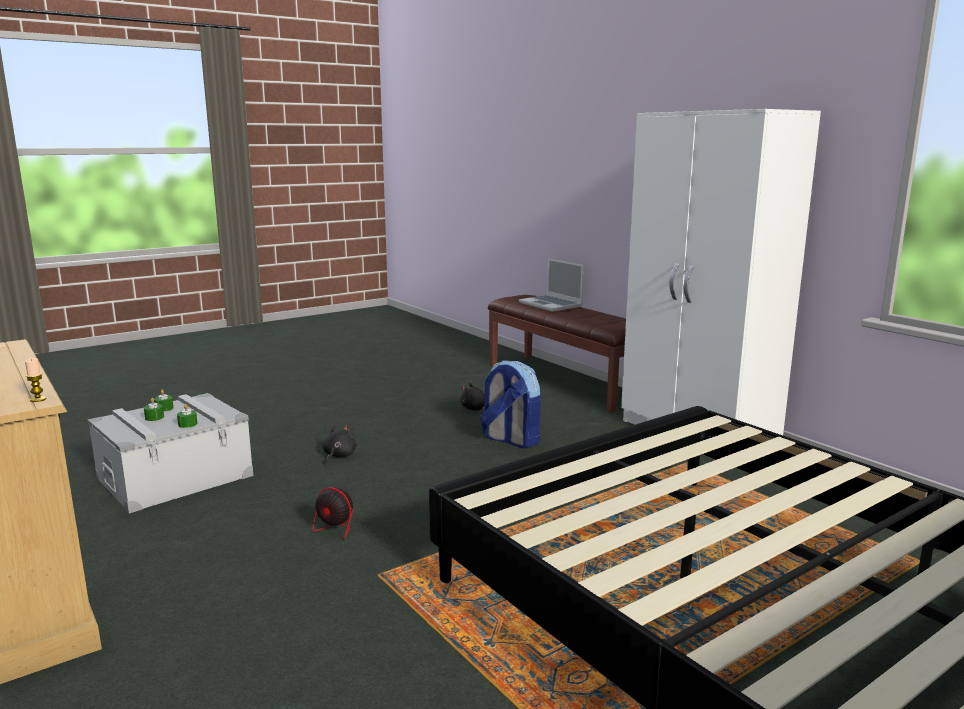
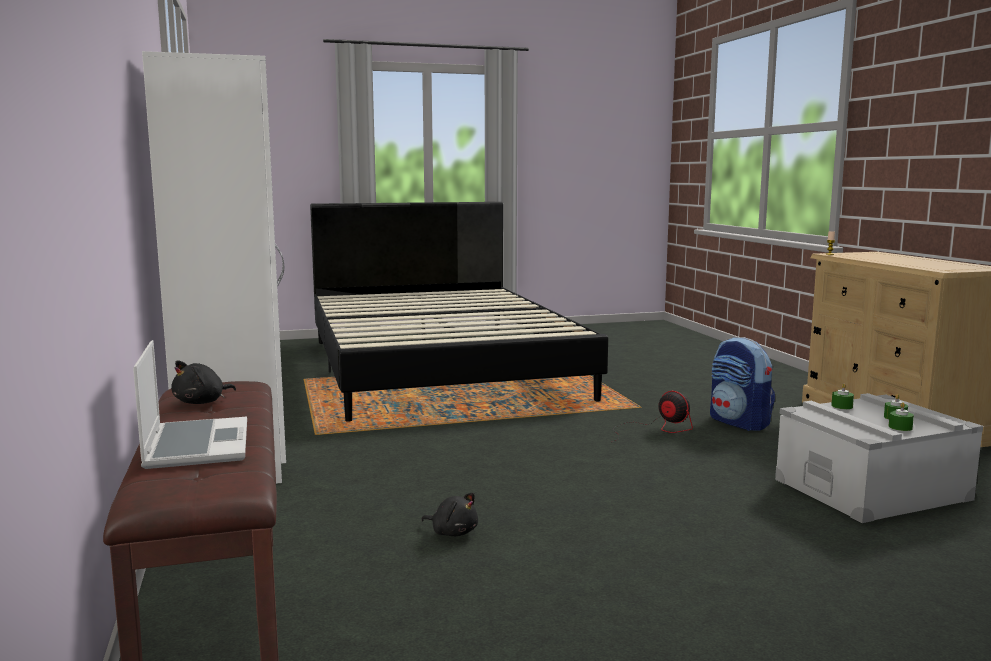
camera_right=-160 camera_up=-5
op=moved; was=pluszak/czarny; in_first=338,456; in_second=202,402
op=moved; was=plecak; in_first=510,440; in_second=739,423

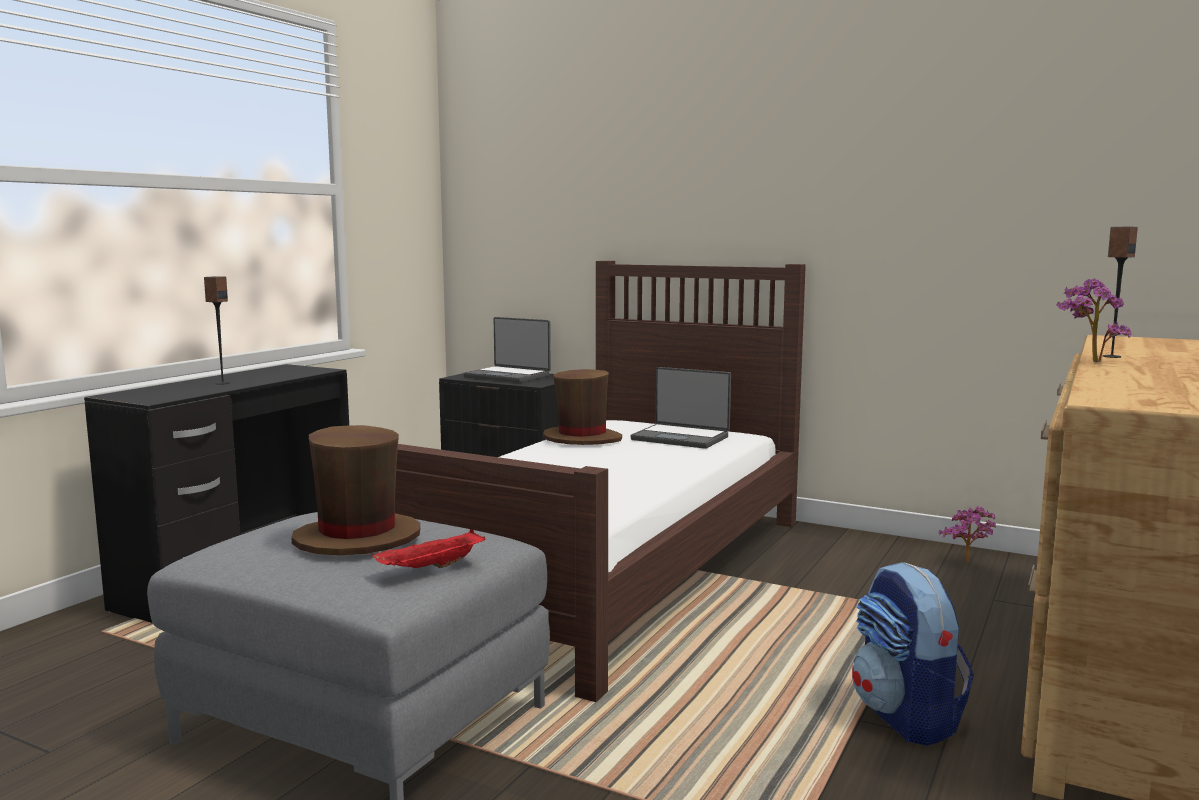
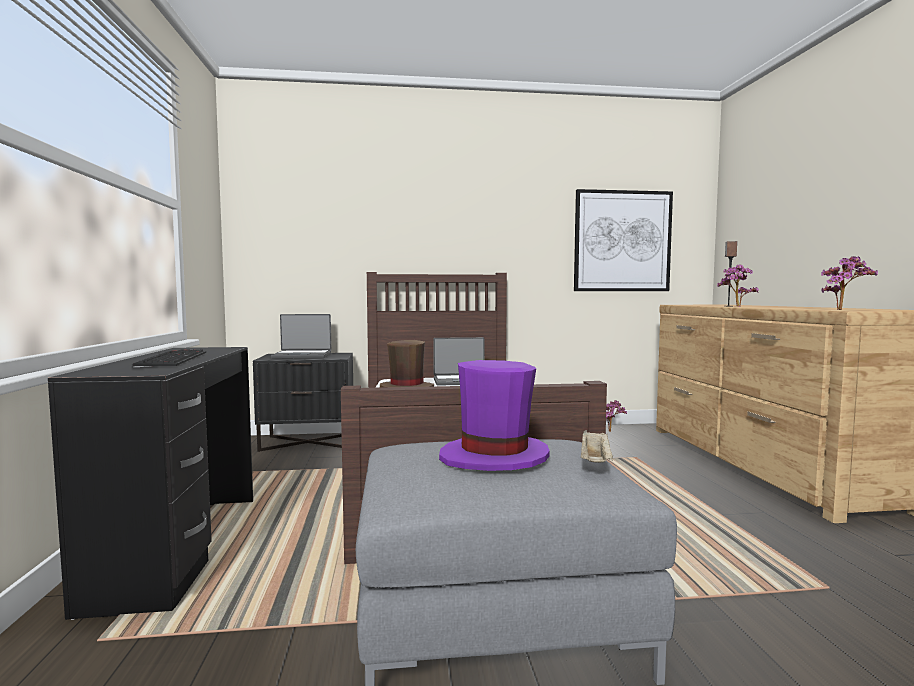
camera_right=-35 camera_up=-5
op=removed; was=plecak; in_first=906,718
op=added; now=obraz; in_second=622,241
op=added; now=roślina doniczkowa; in_second=843,310
op=replaced; was=głośnik; now=klawiatura; in_first=222,383; in_second=172,359
op=recoloured; was=kapelusz/brązowy; now=kapelusz/fioletowy; in_first=356,539; in_second=494,457
op=recoloured; was=taca/czerwony; now=taca/beżowy; in_first=431,568; in_second=595,462

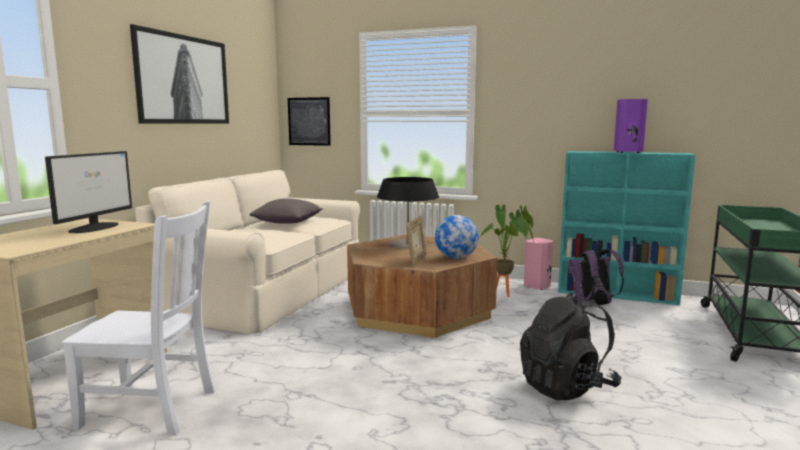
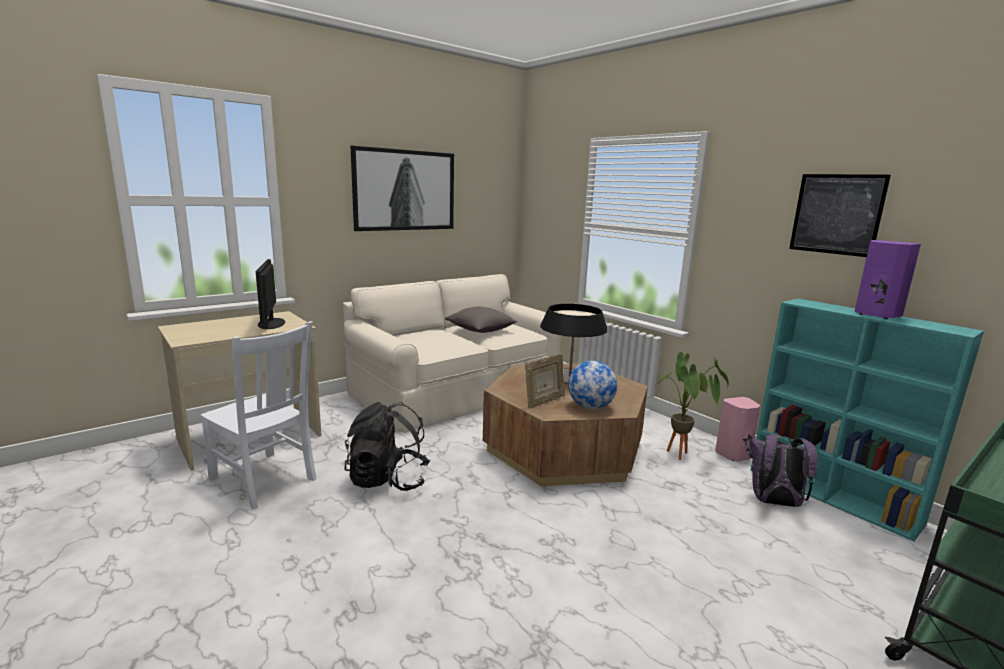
camera_right=30 camera_up=5
op=moved; was=obraz; in_first=309,121; in_second=836,214
op=moved; was=plecak/czarny; in_first=566,387; in_second=388,480
op=turned; was=monitor; in_first=95,227; in_second=271,323; clockwise=120

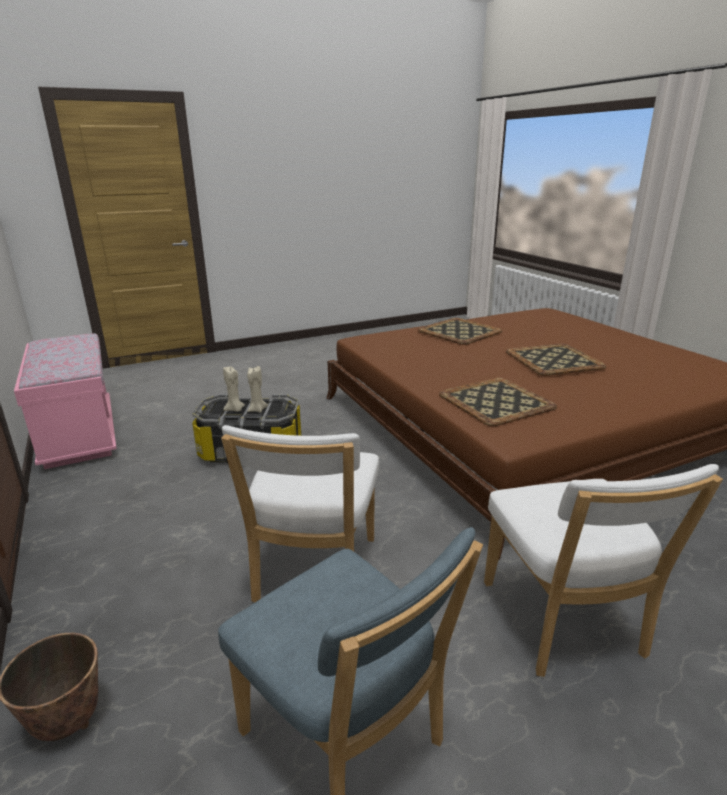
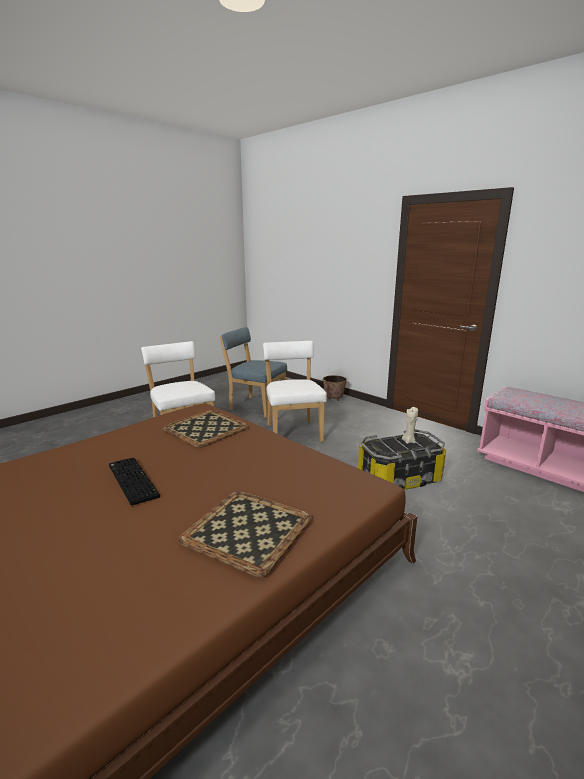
camera_right=160 camera_up=-5
op=removed; was=świeca/beżowy; in_first=257,410
op=replaced; was=taca; now=klawiatura; in_first=554,360; in_second=131,481

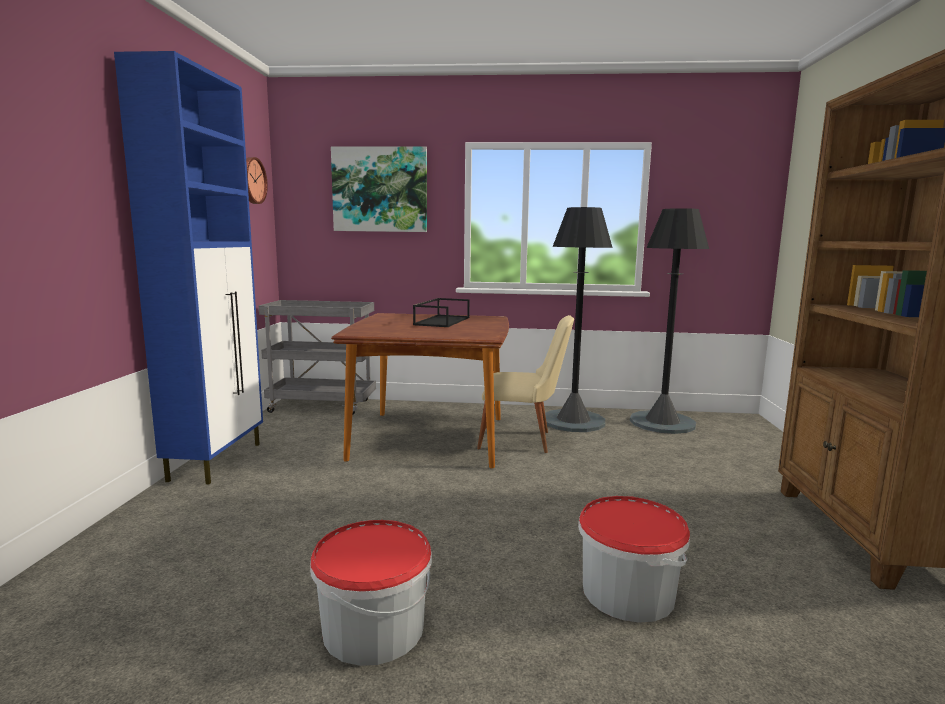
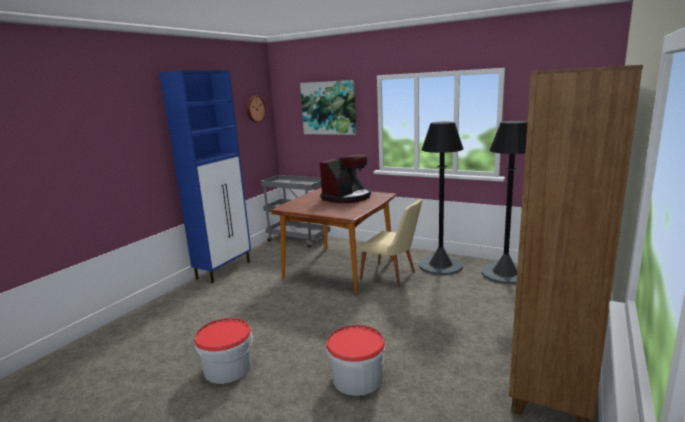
camera_right=25 camera_up=5
op=replaced; was=taca/czarny; now=ekspres do kawy; in_first=442,321; in_second=347,197

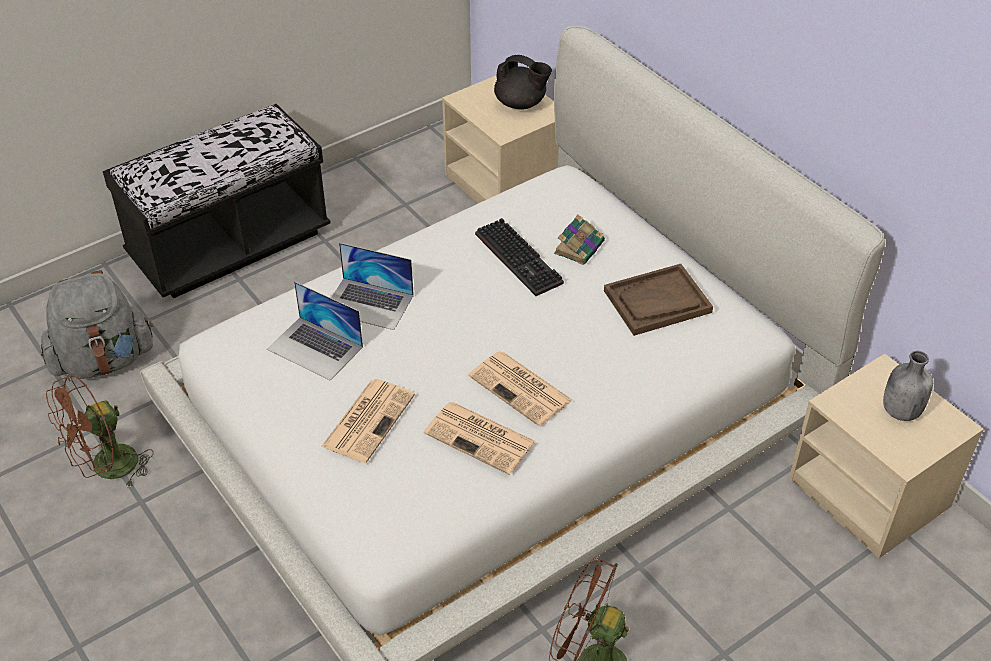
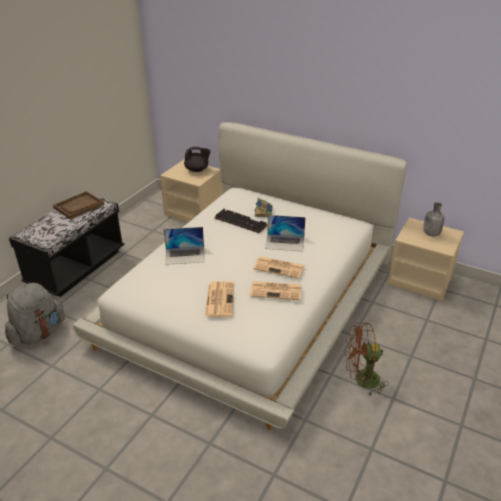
camera_right=-25 camera_up=-10
op=removed; was=wentylator/brązowy; in_first=107,469
op=moved; was=laptop; in_first=315,348; in_second=285,242
op=moved; was=taca/brązowy; in_first=657,302; in_second=79,206

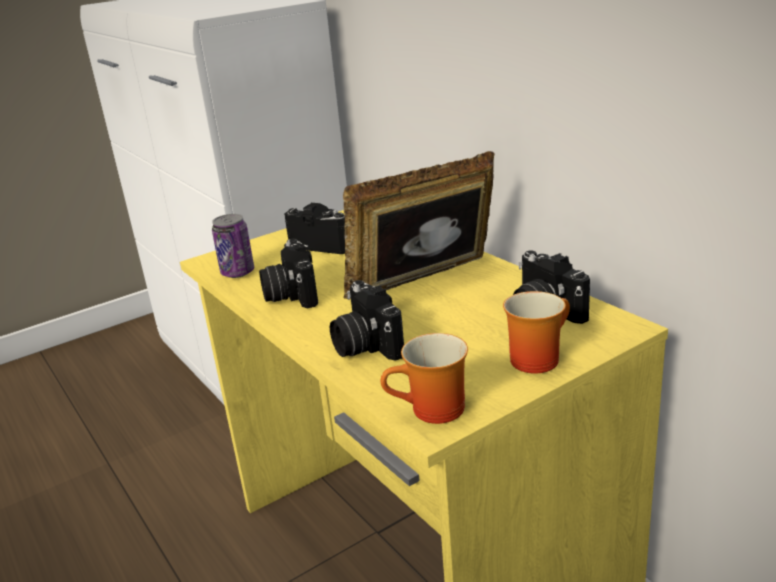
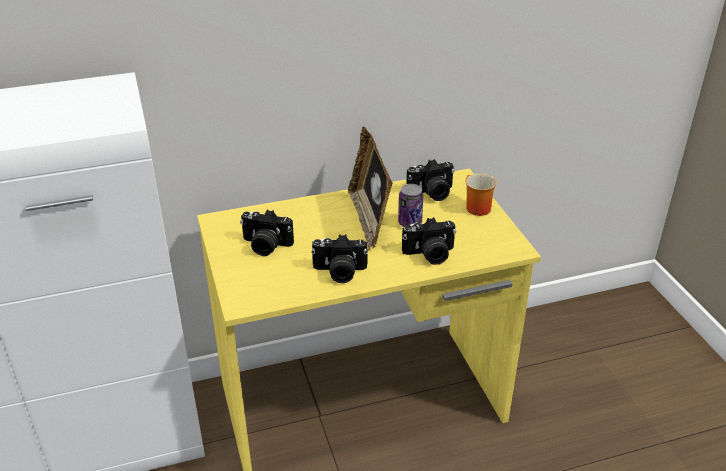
camera_right=-75 camera_up=10
op=removed; was=kubek; in_first=433,412
op=moved; was=puszka; in_first=237,272; in_second=410,223
op=turned; was=aparat fotograficzny; in_first=325,244; in_second=265,246; clockwise=-120

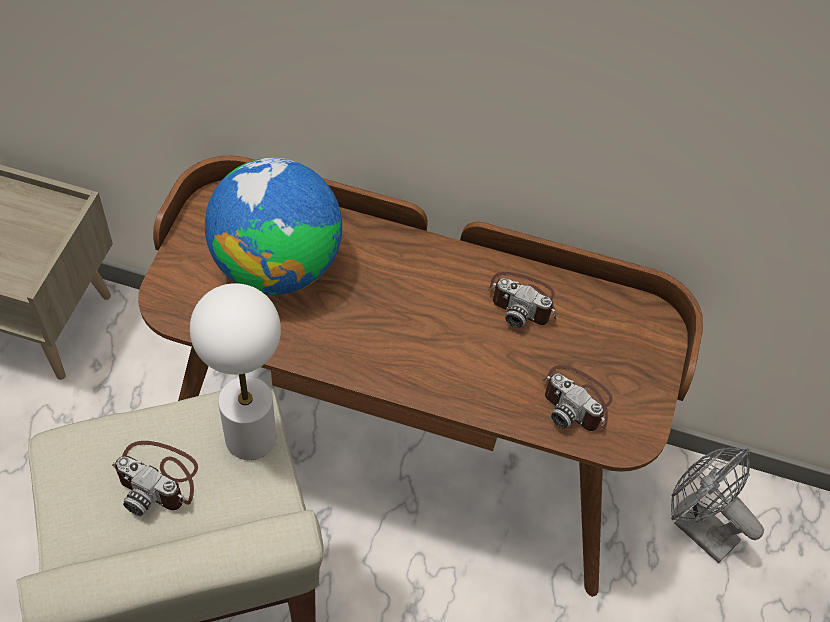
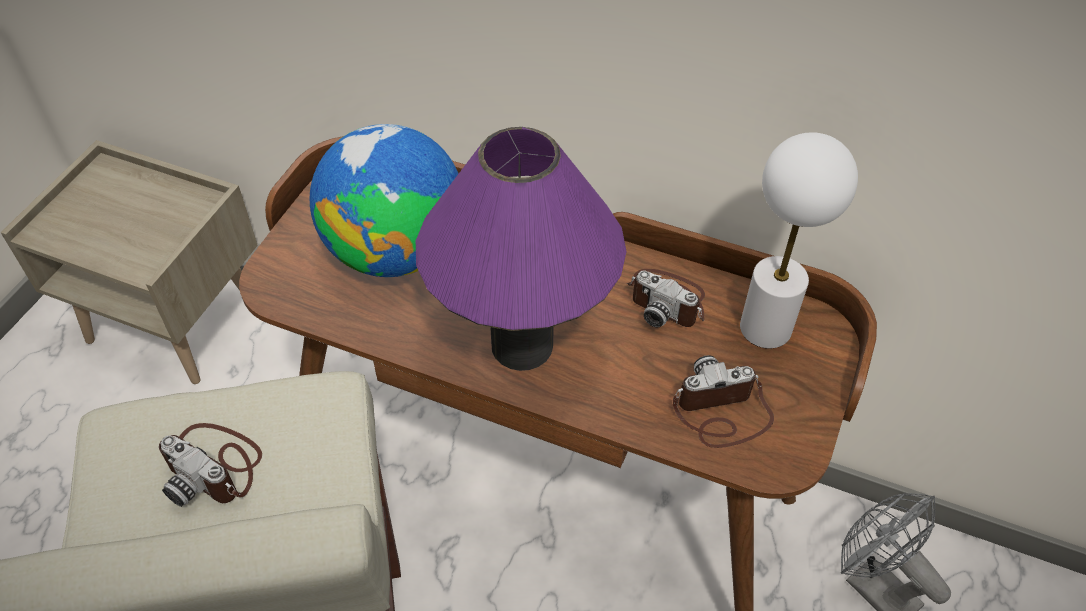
camera_right=10 camera_up=-5
op=added; now=lampa stołowa/fioletowy; in_second=522,345
op=moved; was=lampa stołowa/biały; in_first=251,437; in_second=766,328
op=turned; was=aparat fotograficzny; in_first=577,401; in_second=721,413; clockwise=120

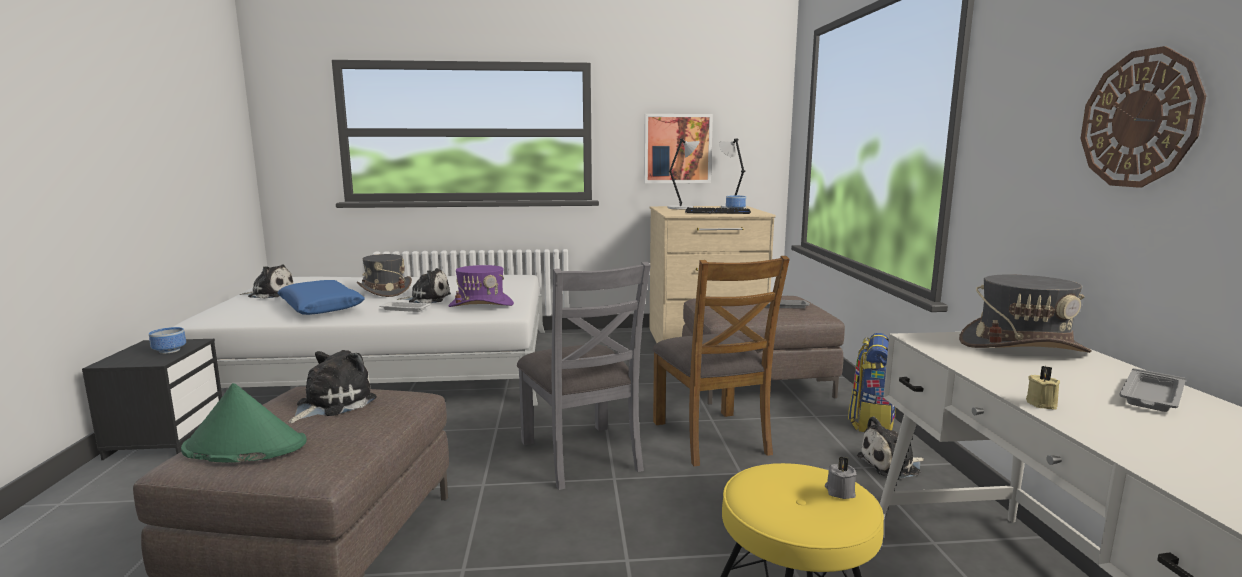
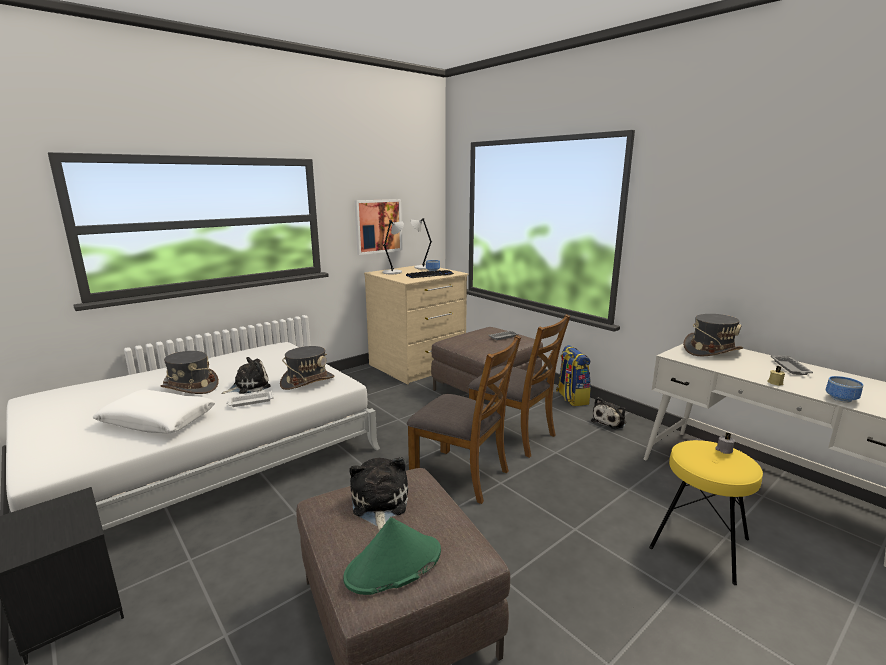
camera_right=-35 camera_up=5
op=removed; was=pluszak; in_first=270,294
op=removed; was=zegar ścienny; in_first=1139,119
op=moved; was=miska; in_first=168,351; in_second=842,399
op=recoloured; was=poduszka/niebieski; now=poduszka/biały; in_first=321,307; in_second=158,420
op=recoloured; was=kapelusz/fioletowy; now=kapelusz/szary; in_first=481,305; in_second=307,381
op=recoloured; was=krzesło/szary; now=krzesło/brązowy; in_first=582,455; in_second=461,475

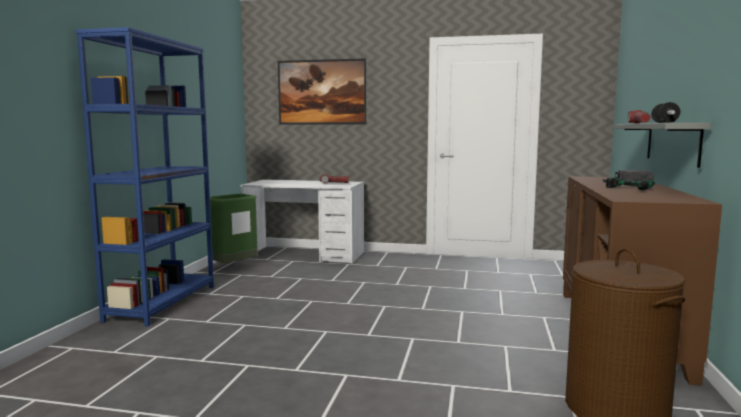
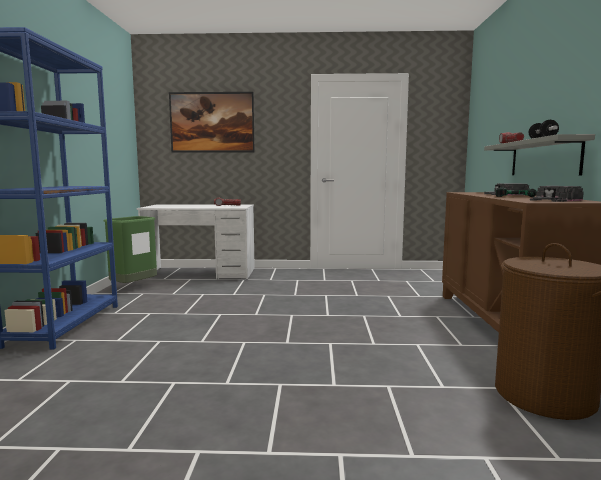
camera_right=-10 camera_up=0
op=added; now=czapka z daszkiem/czarny; in_second=555,200

